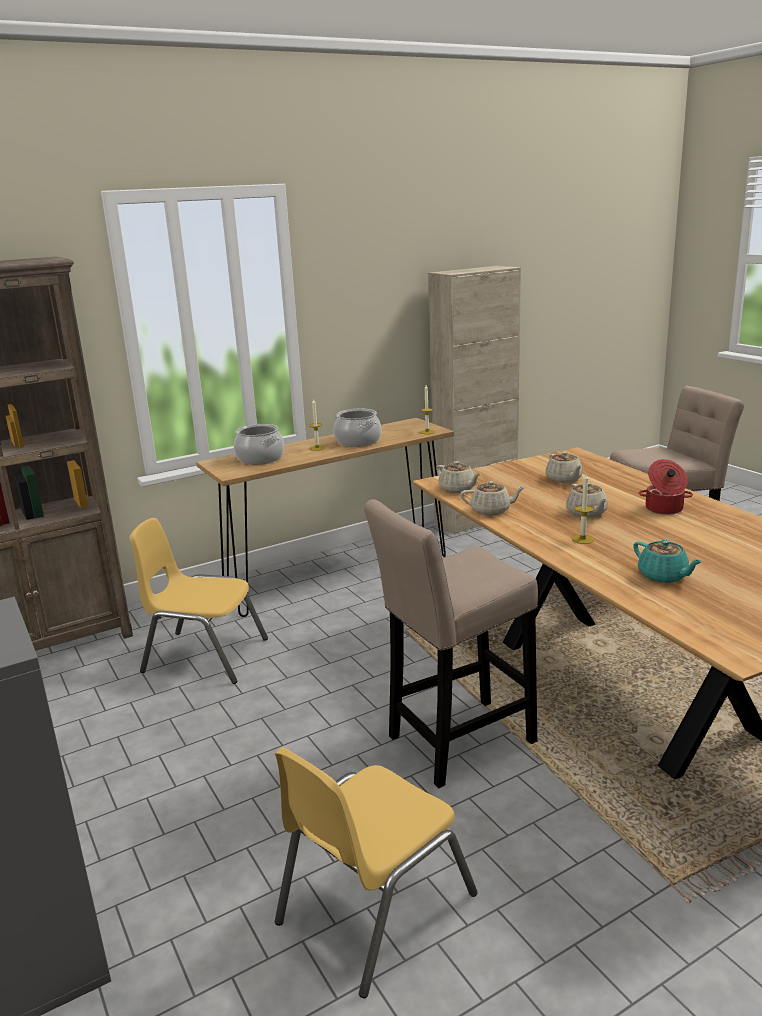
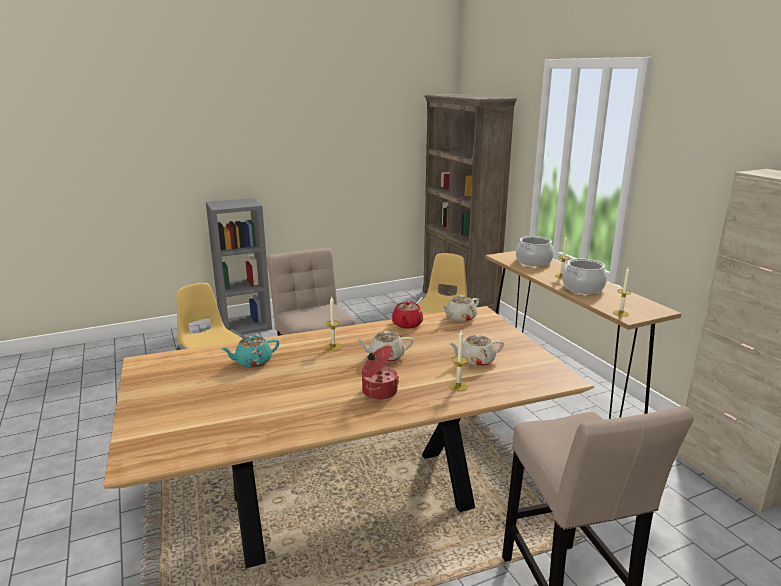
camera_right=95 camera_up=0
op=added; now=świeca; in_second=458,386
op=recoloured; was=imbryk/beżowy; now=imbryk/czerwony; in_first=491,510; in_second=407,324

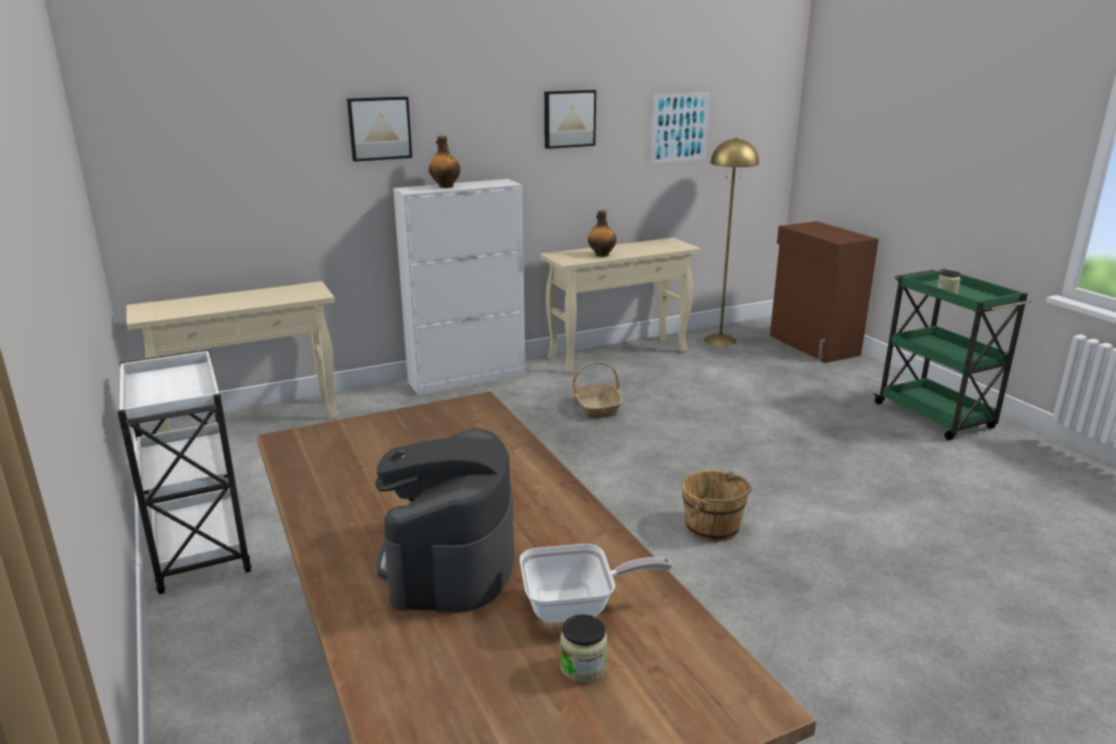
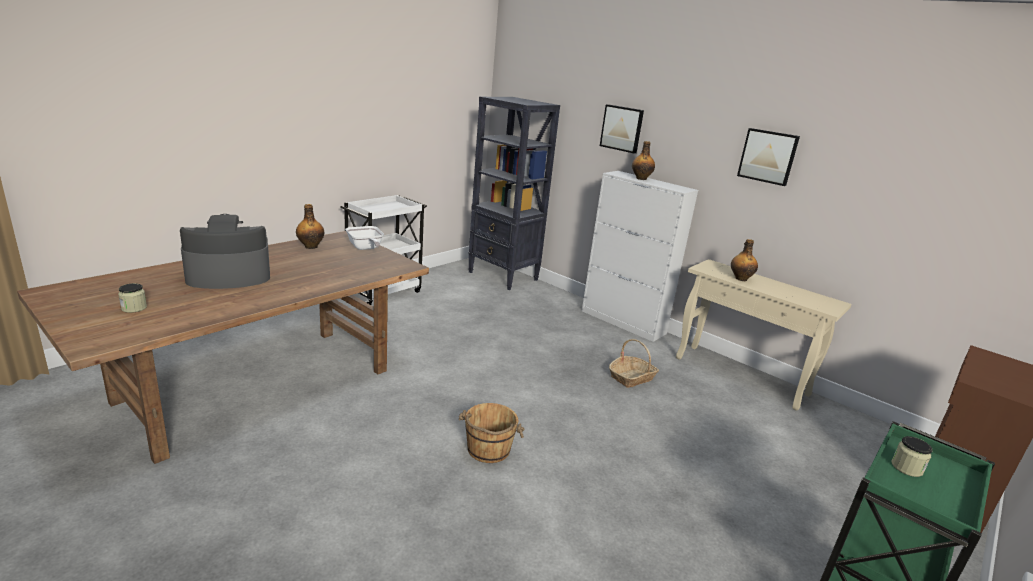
camera_right=65 camera_up=0
op=removed; was=obraz; in_first=679,127
op=removed; was=lampa stojąca/żółty; in_first=720,340
op=added; now=butelka; in_second=311,246
op=moved; was=patelnia; in_first=578,607; in_second=365,248
op=replaced; was=stolik konsolowy/beżowy; now=regał/czarny; in_first=253,423; in_second=503,276

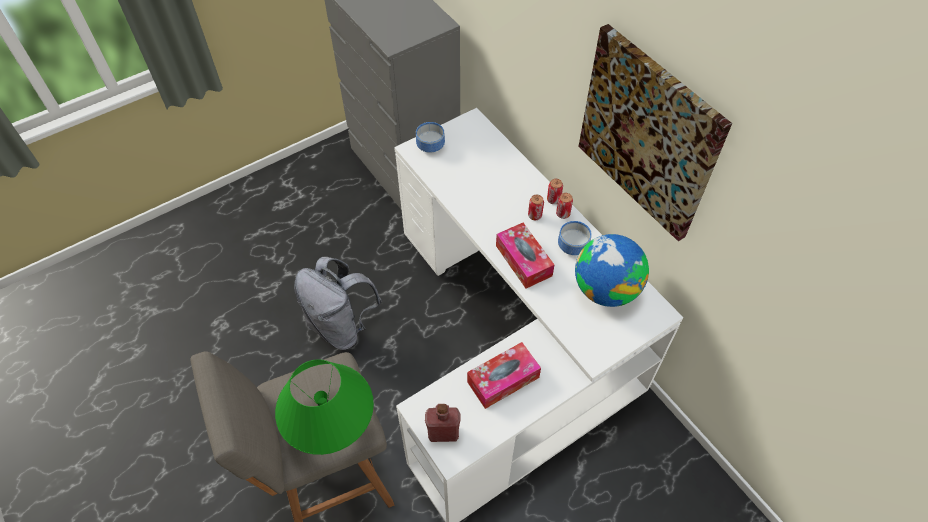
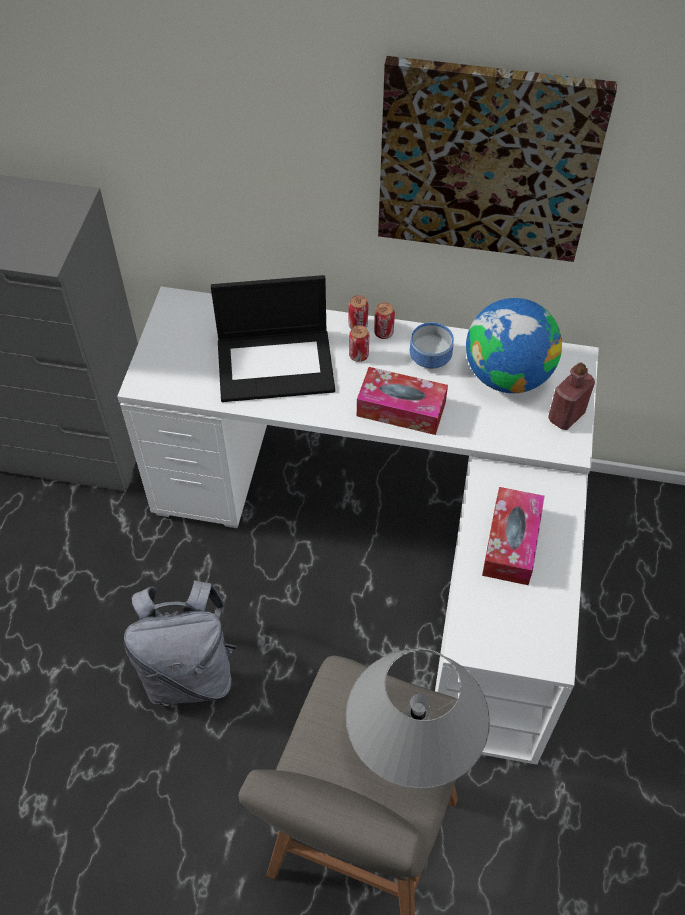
camera_right=-45 camera_up=0
op=removed; was=miska; in_first=432,146
op=added; now=laptop; in_second=276,364
op=moved; was=butelka/czerwony; in_first=443,433; in_second=566,416
op=recoloured; was=lampa stołowa/zielony; now=lampa stołowa/szary; in_first=332,427; in_second=413,743

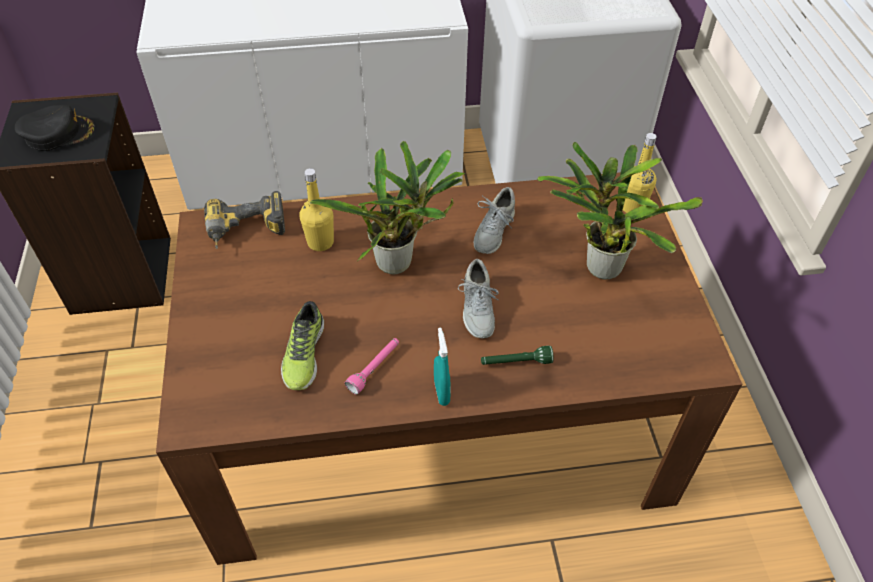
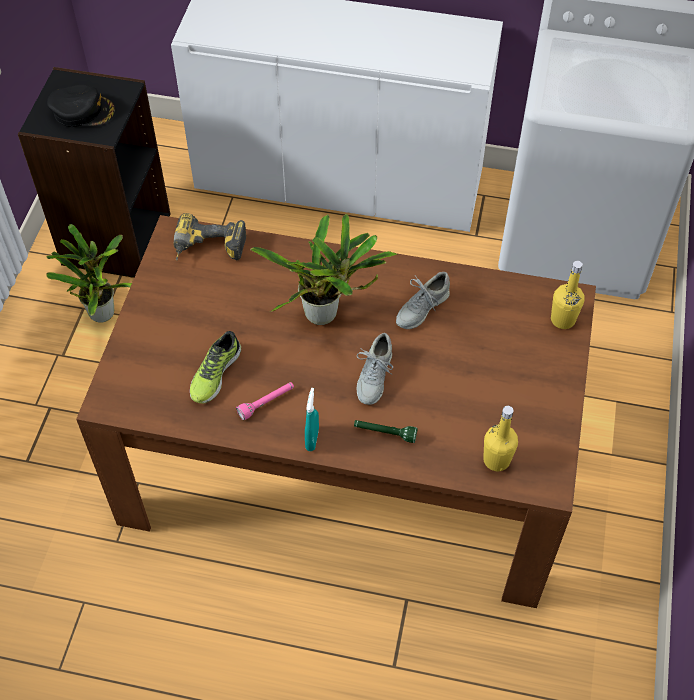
camera_right=20 camera_up=5
op=moved; was=butelka/żółty; in_first=320,242; in_second=496,460
op=moved; was=roślina doniczkowa; in_first=599,265; in_second=101,311

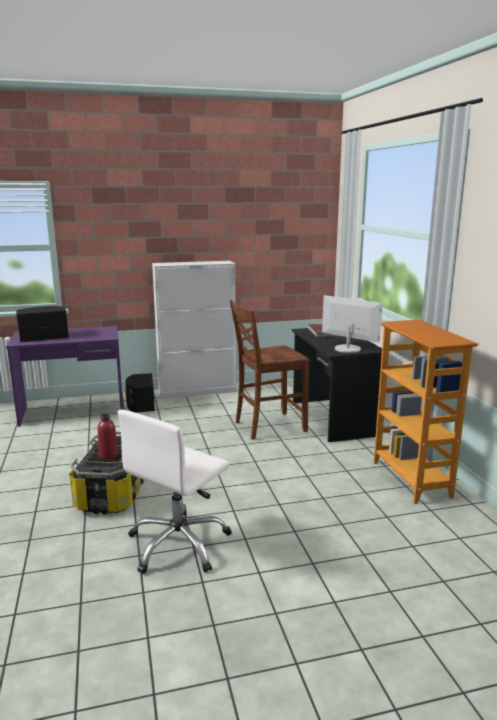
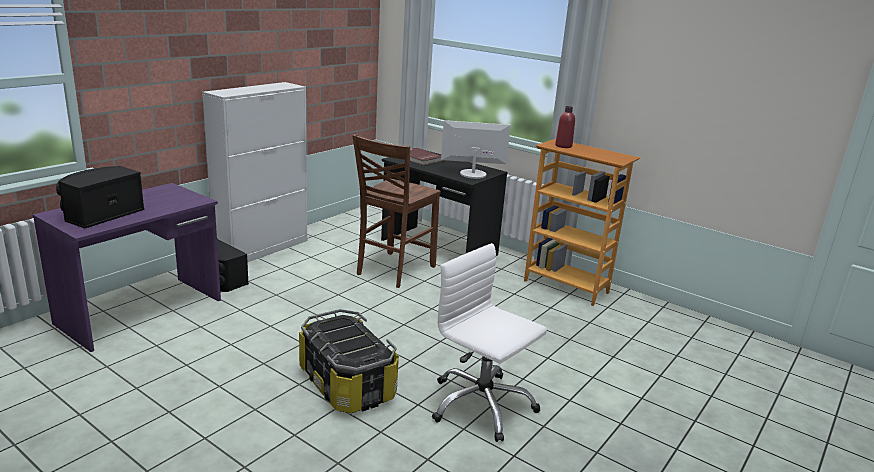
camera_right=-40 camera_up=5
op=moved; was=butelka/czerwony; in_first=108,455; in_second=563,146
op=turned; was=krzesło biurowe/biały; in_first=179,544; in_second=481,405; clockwise=135

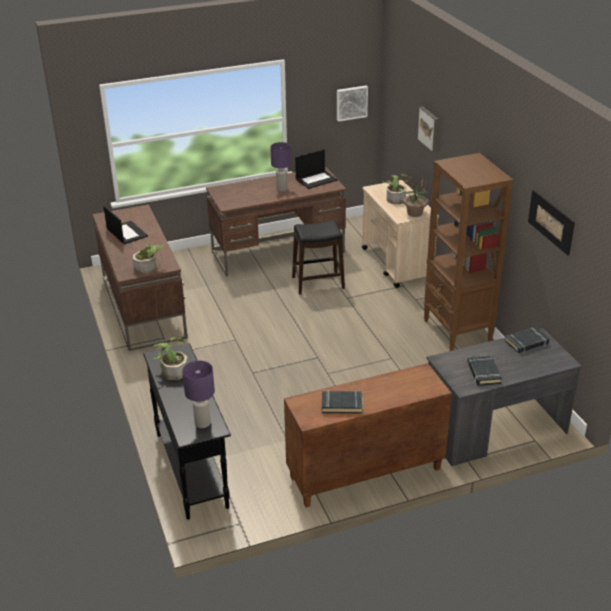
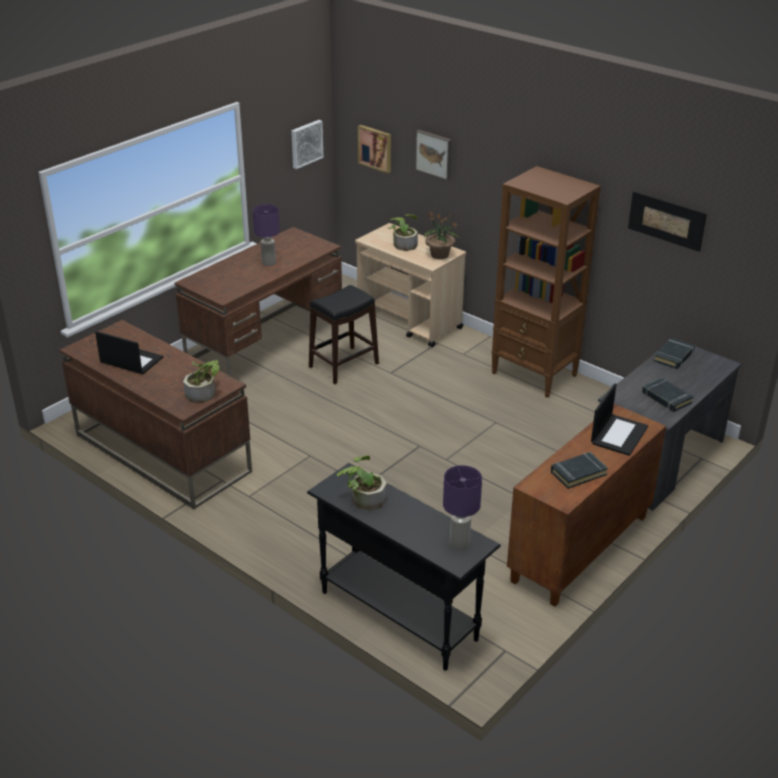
camera_right=-30 camera_up=0
op=added; now=obraz; in_second=375,148
op=moved; was=laptop; in_first=316,179; in_second=619,434

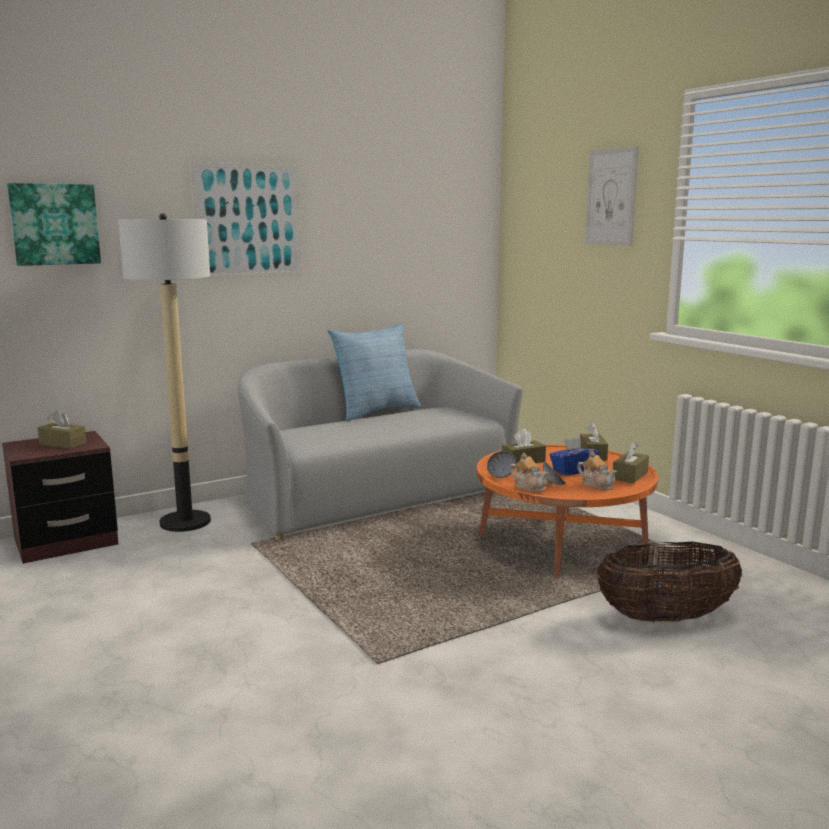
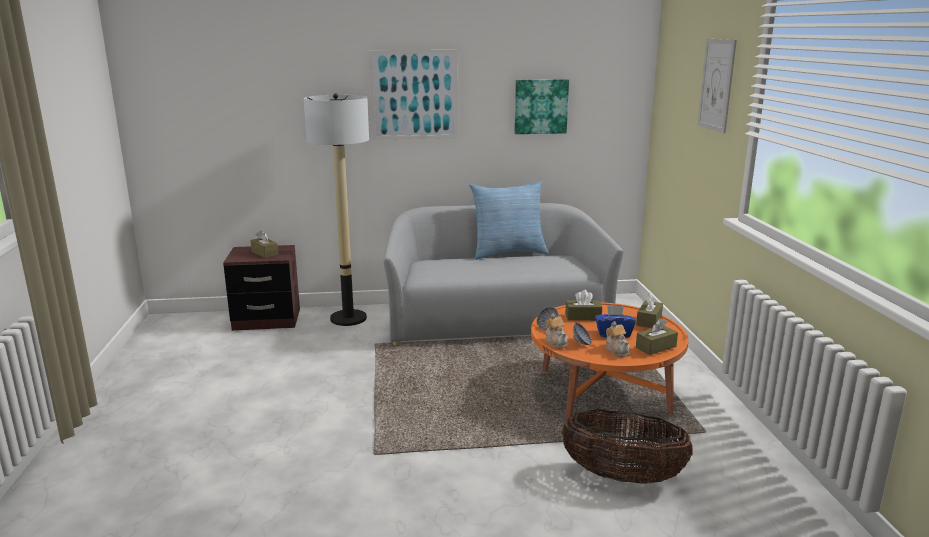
camera_right=25 camera_up=5
op=moved; was=obraz; in_first=54,224; in_second=540,106

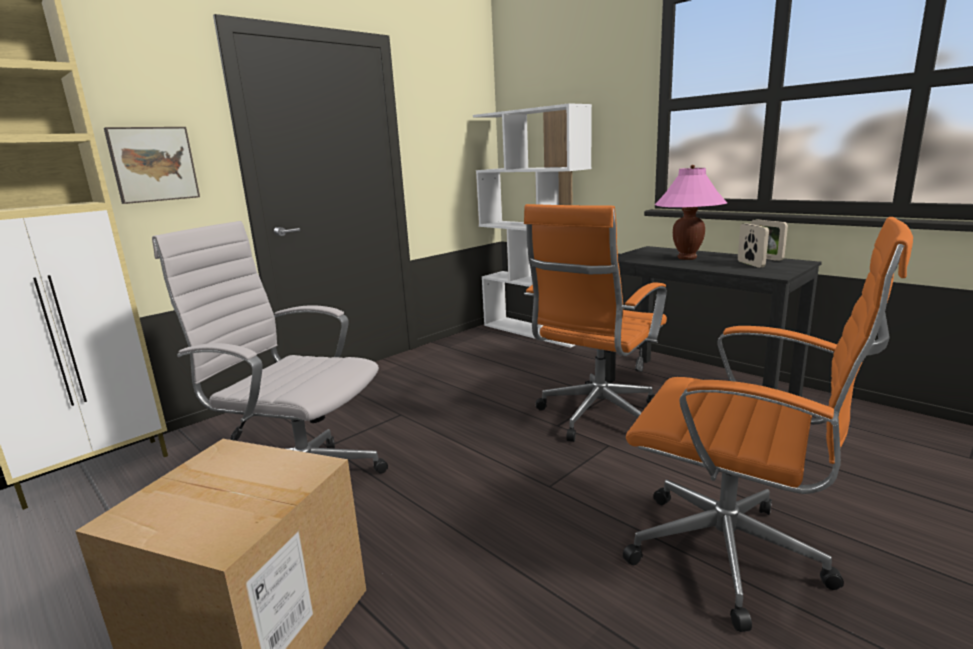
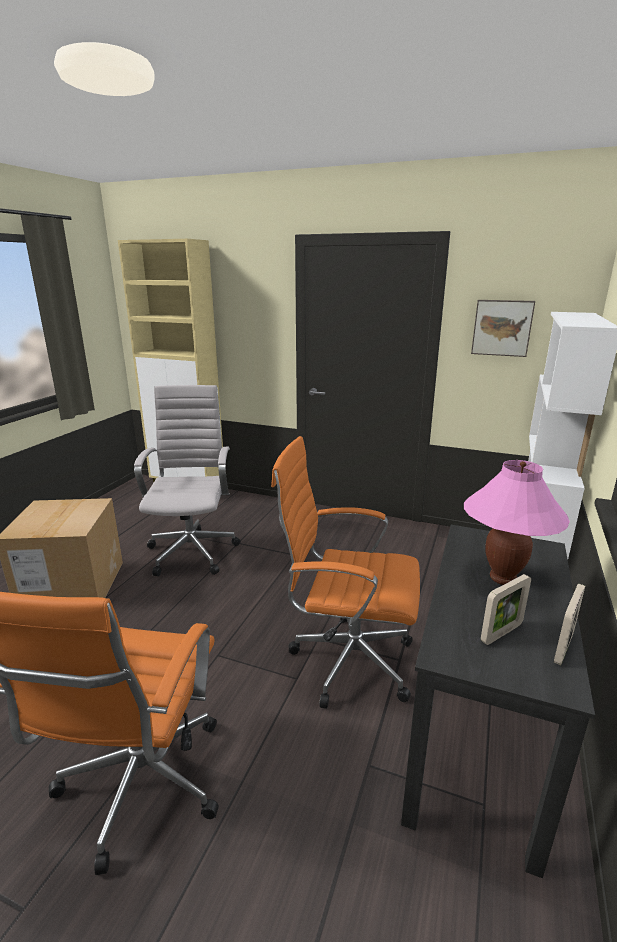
camera_right=65 camera_up=5
op=moved; was=obraz; in_first=153,164; in_second=502,327

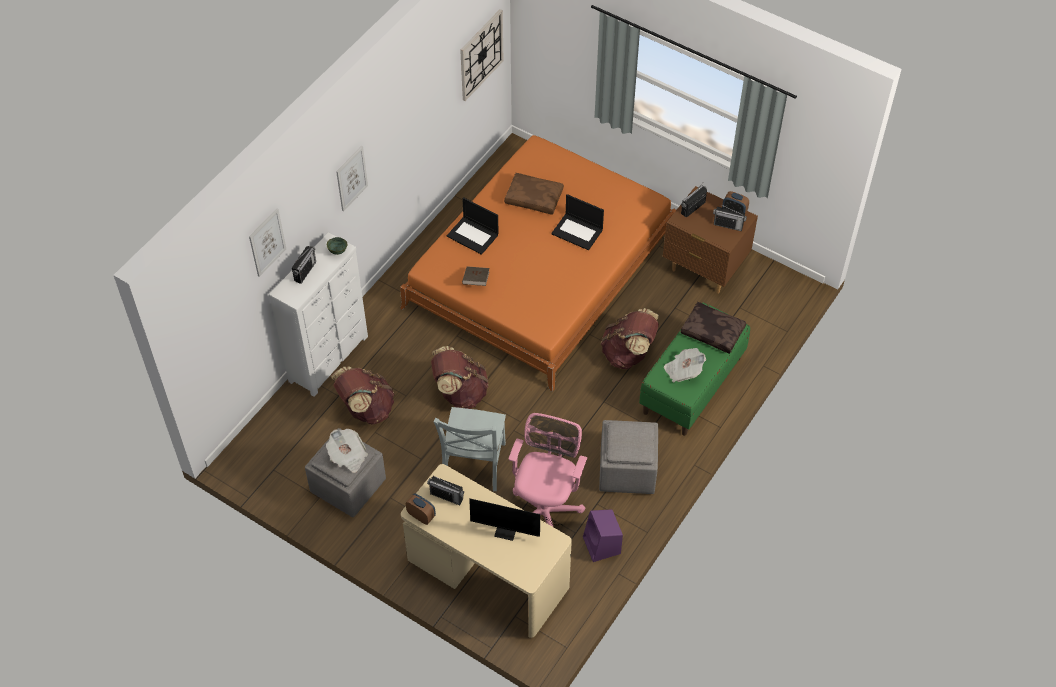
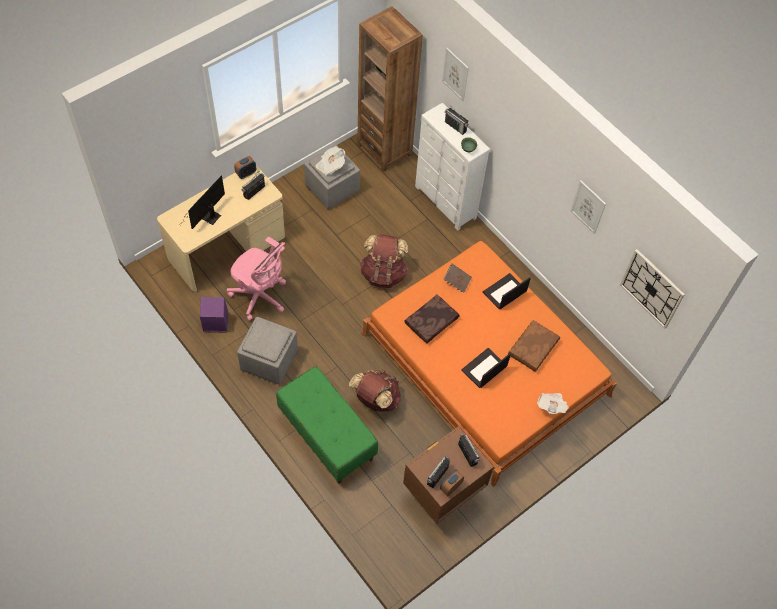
camera_right=105 camera_up=5
op=removed; was=plecak/brązowy; in_first=366,409
op=removed; was=krzesło/szary; in_first=473,466
op=added; now=regał/brązowy; in_second=384,149
op=moved; was=obraz; in_first=351,178; in_second=588,207
op=moved; was=gazeta; in_first=683,371; in_second=551,406
op=moved; was=poduszka/brązowy; in_first=713,331; in_second=431,322

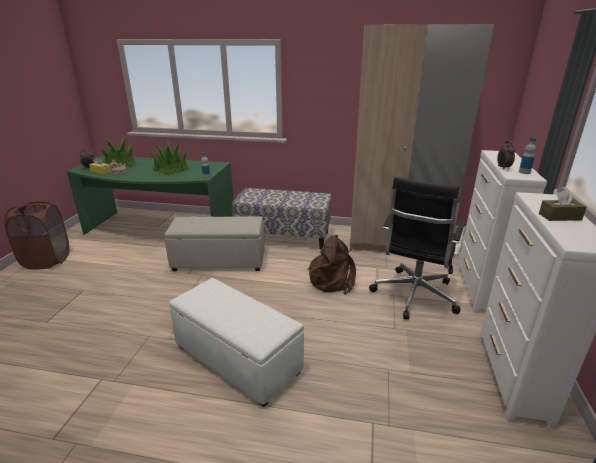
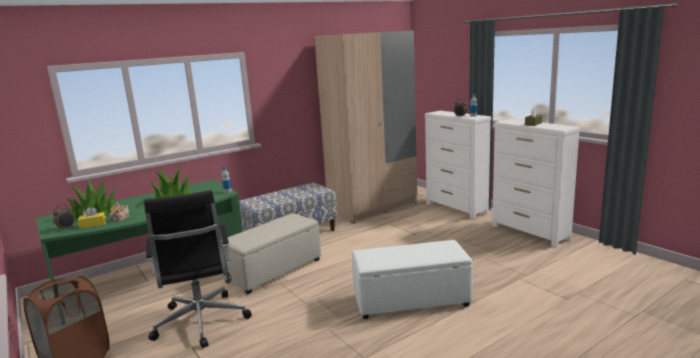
camera_right=-45 camera_up=-10
op=removed; was=plecak/brązowy; in_first=333,280
op=moved; was=krzesło biurowe/czarny; in_first=413,296; in_second=201,322

